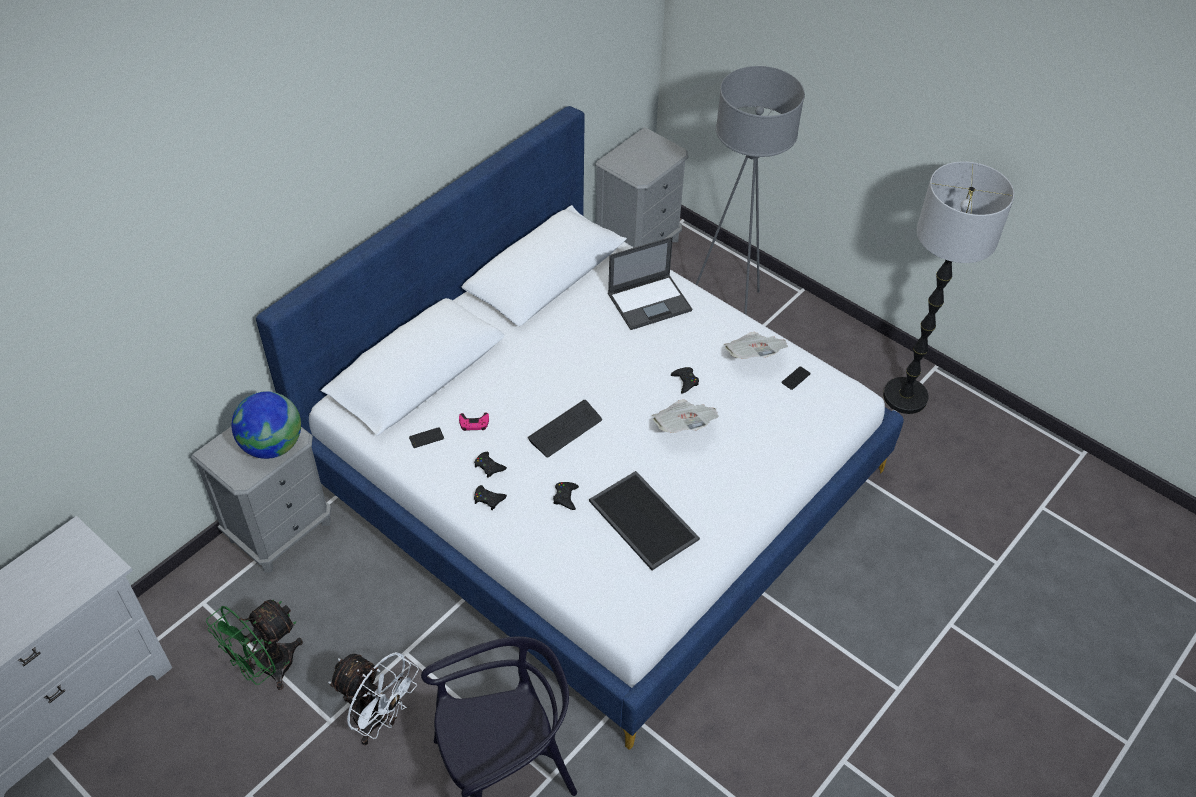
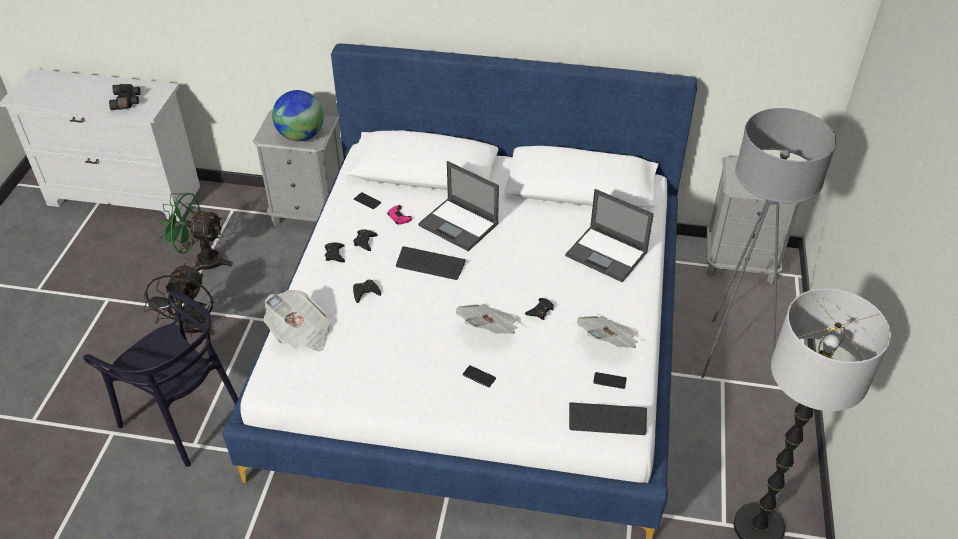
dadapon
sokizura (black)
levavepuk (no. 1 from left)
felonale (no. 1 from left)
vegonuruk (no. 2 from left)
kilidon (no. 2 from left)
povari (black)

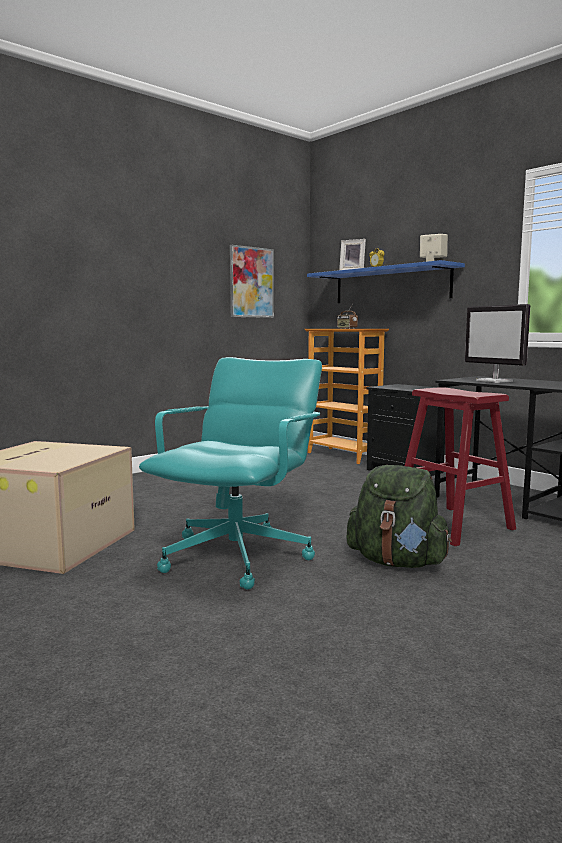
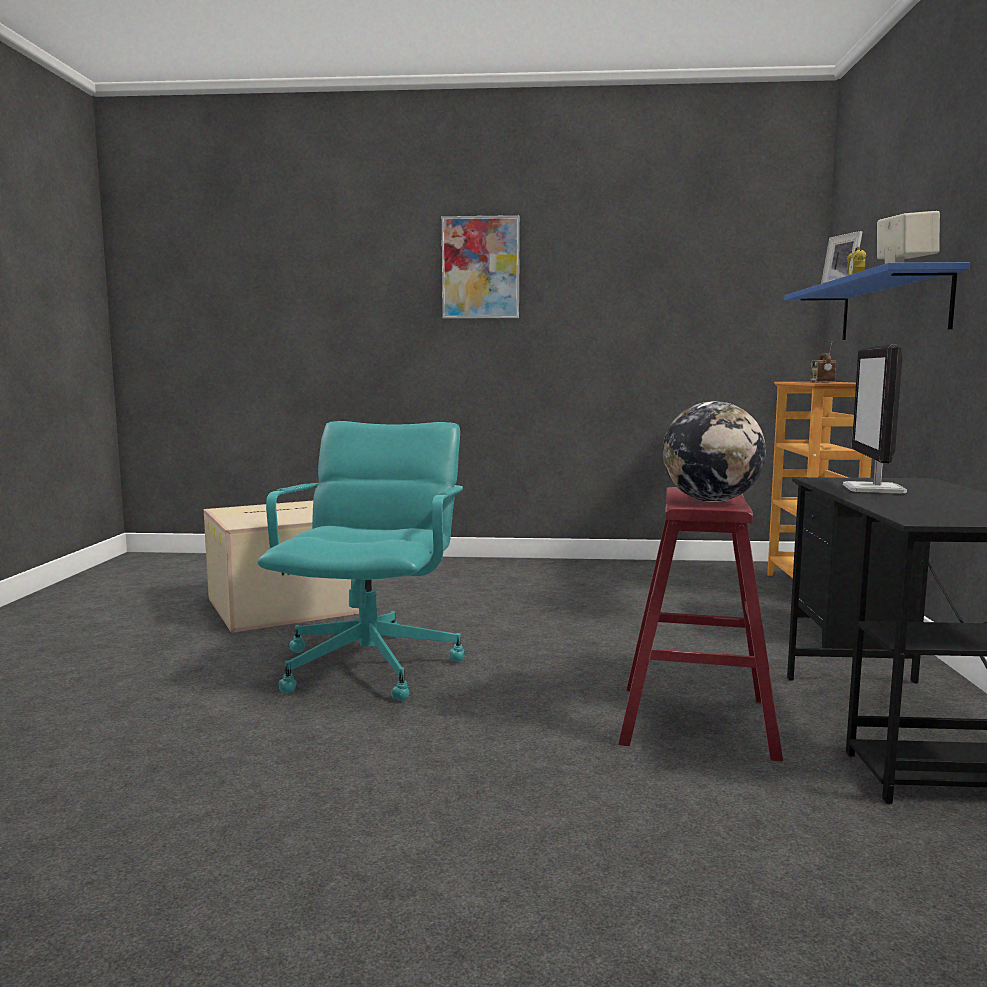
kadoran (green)
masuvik
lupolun
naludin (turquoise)

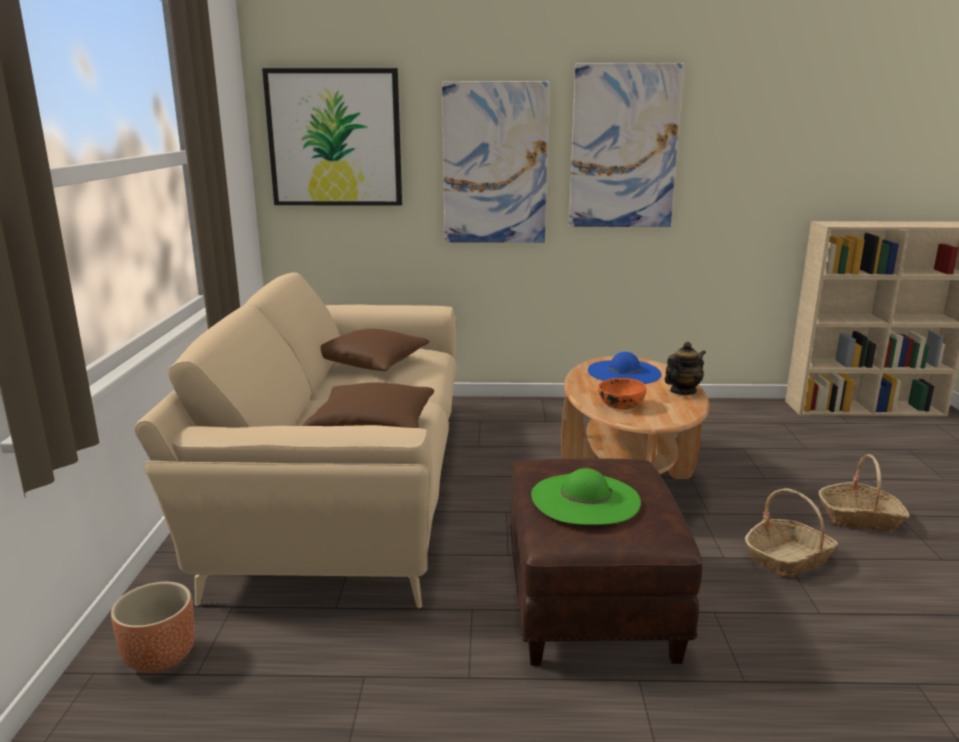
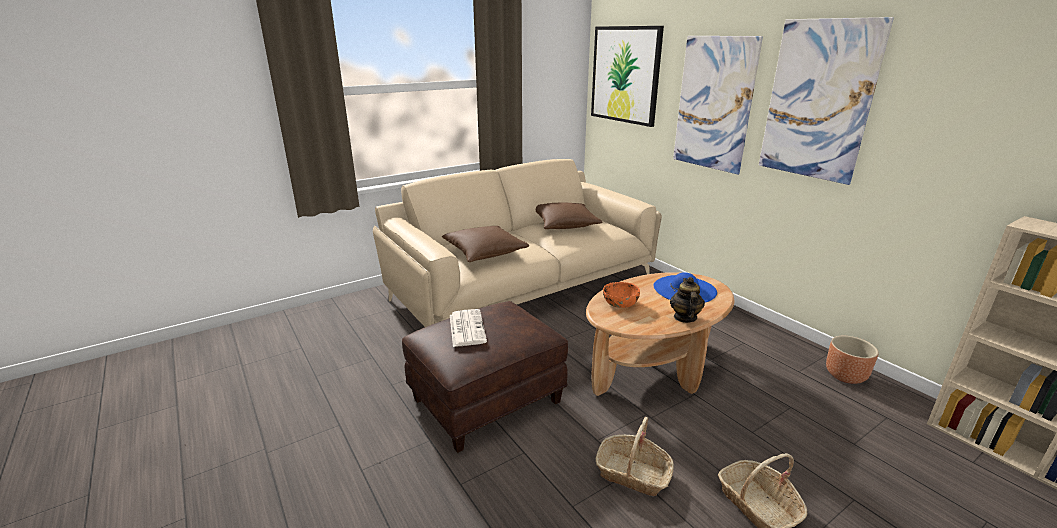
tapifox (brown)
levavepuk
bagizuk

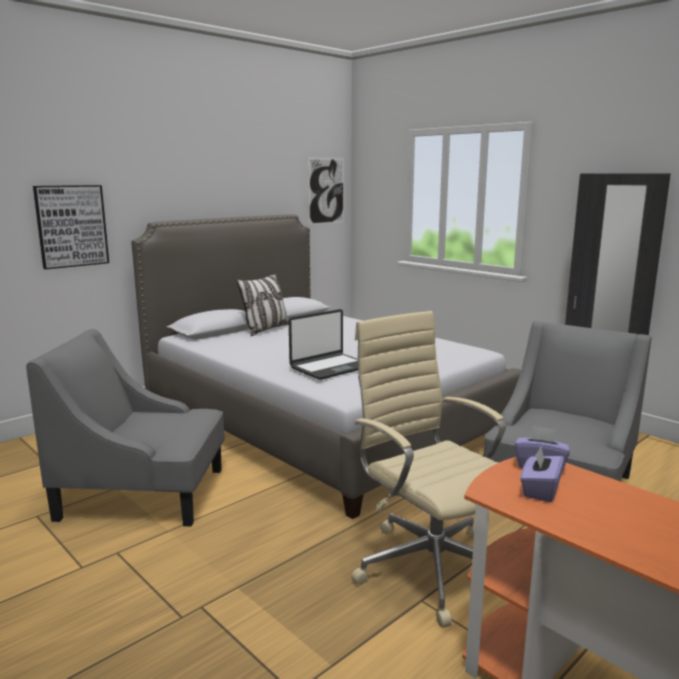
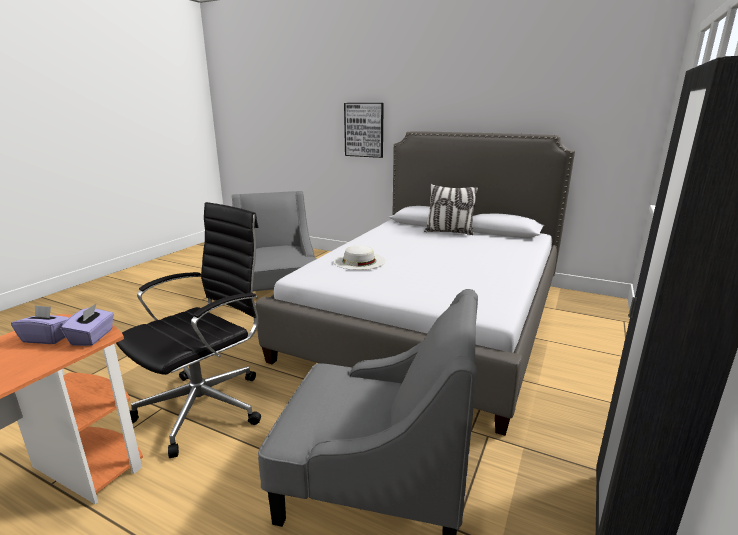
lupolun (no. 2 from left in the first image)
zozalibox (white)
naludin (black)

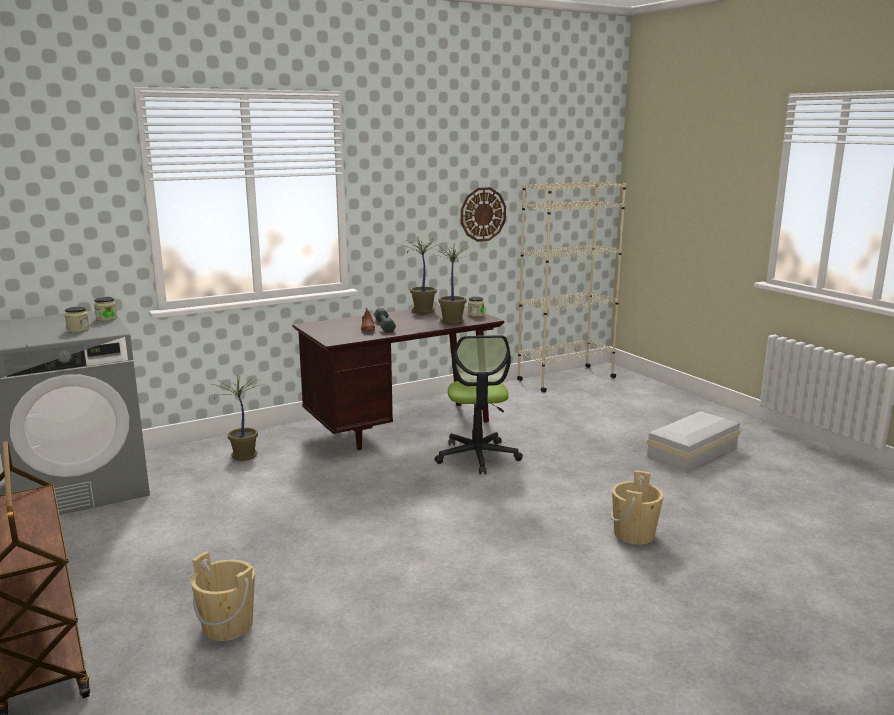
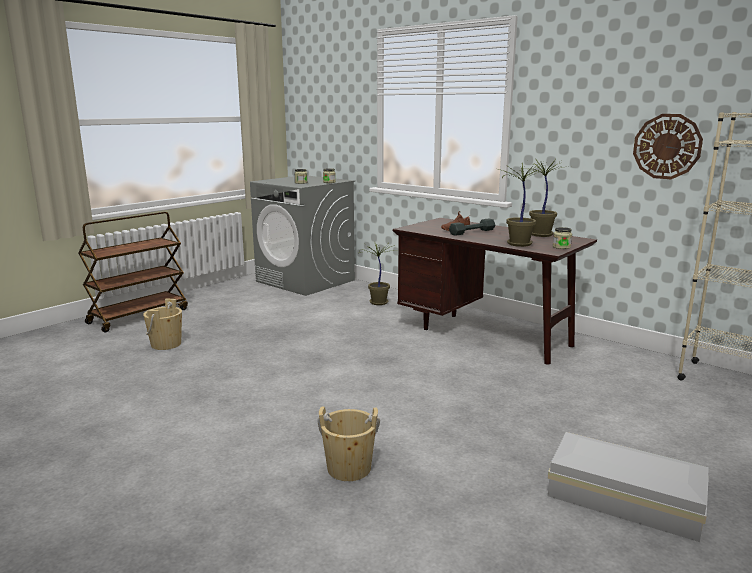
naludin

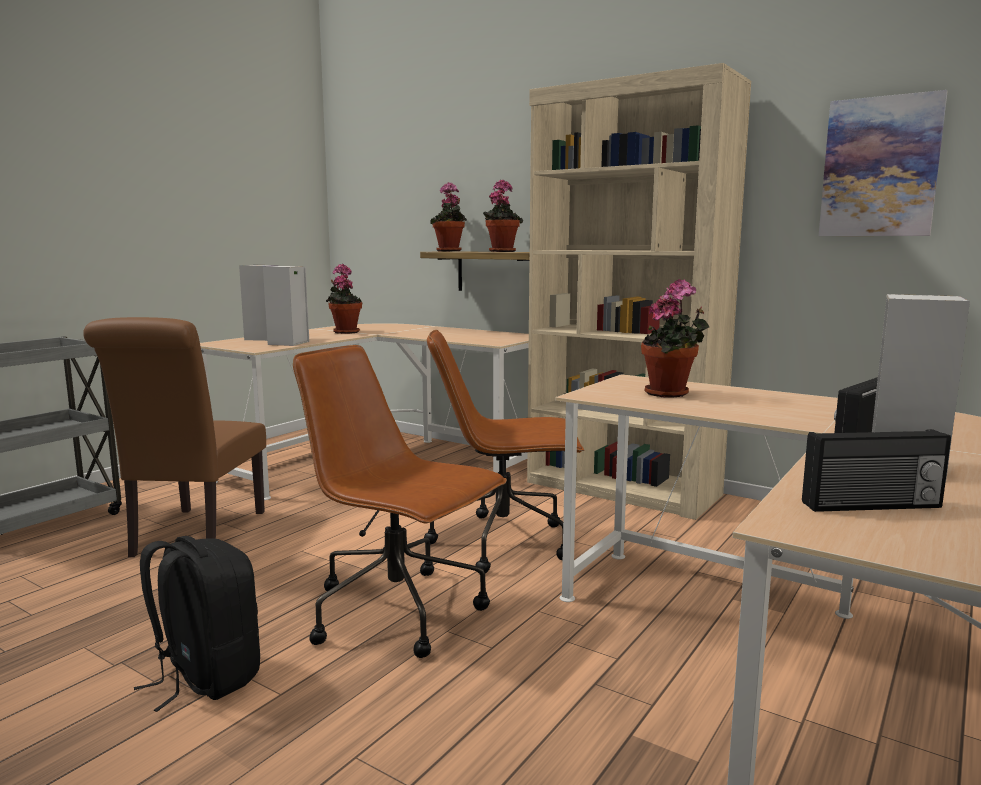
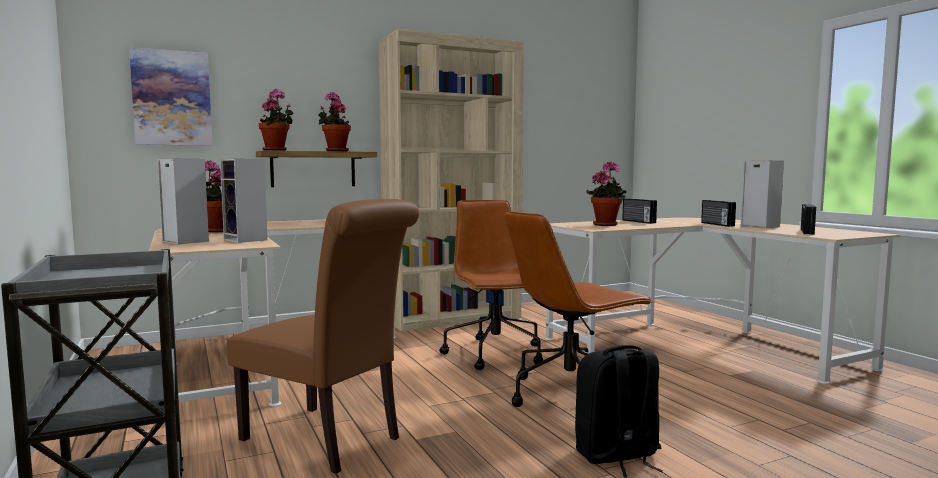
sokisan (no. 1 from left)
lupolun
naludin (brown) (no. 1 from left)

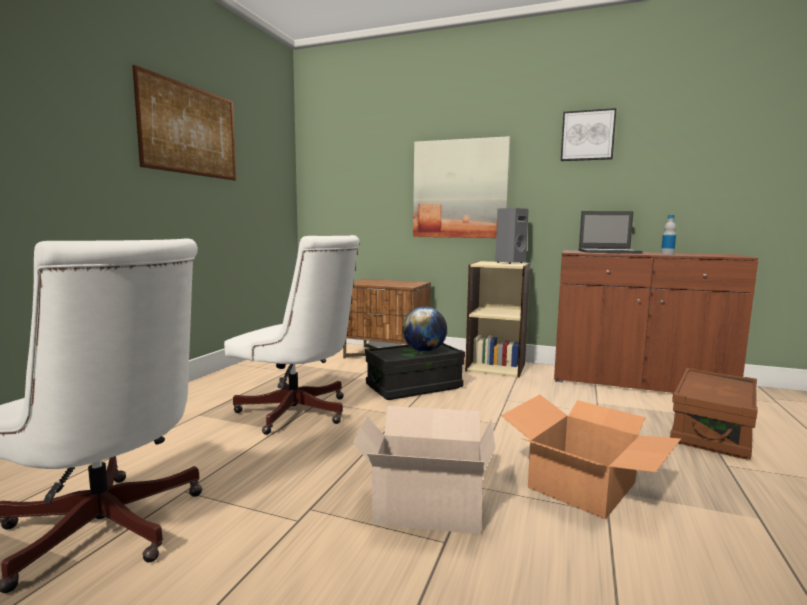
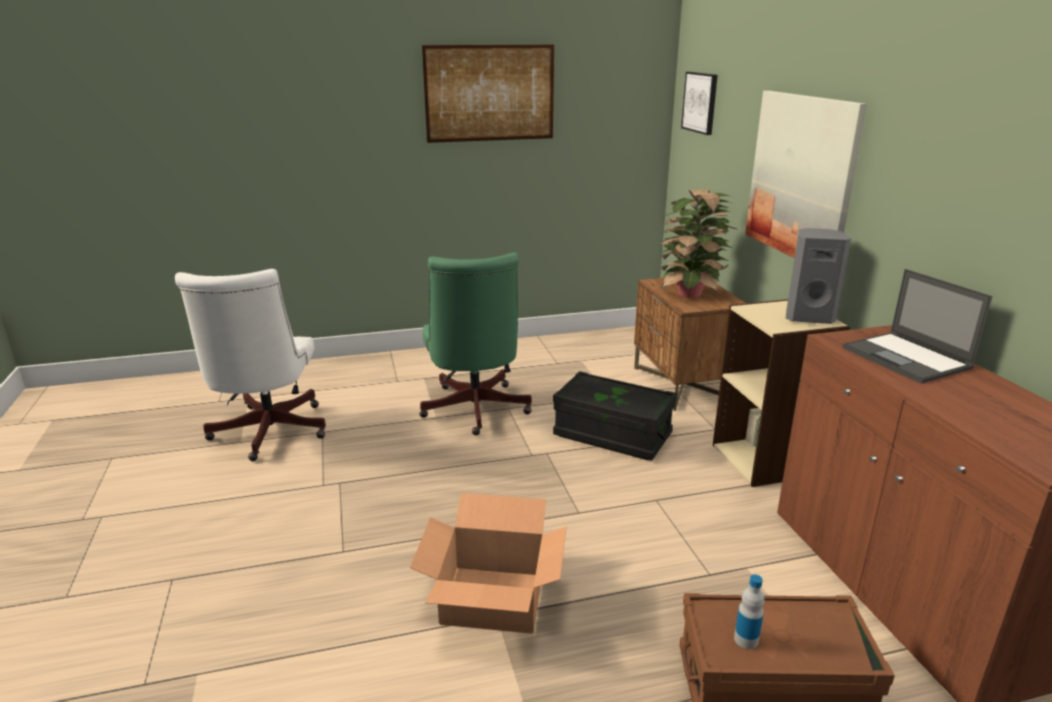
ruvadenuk (no. 1 from left in the first image)
masuvik
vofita
lupolun (no. 2 from left)
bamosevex
naludin (green)

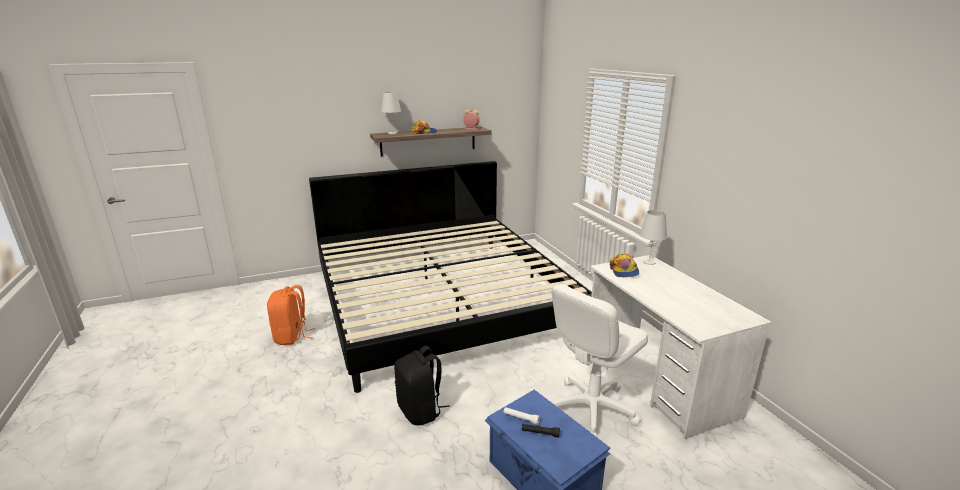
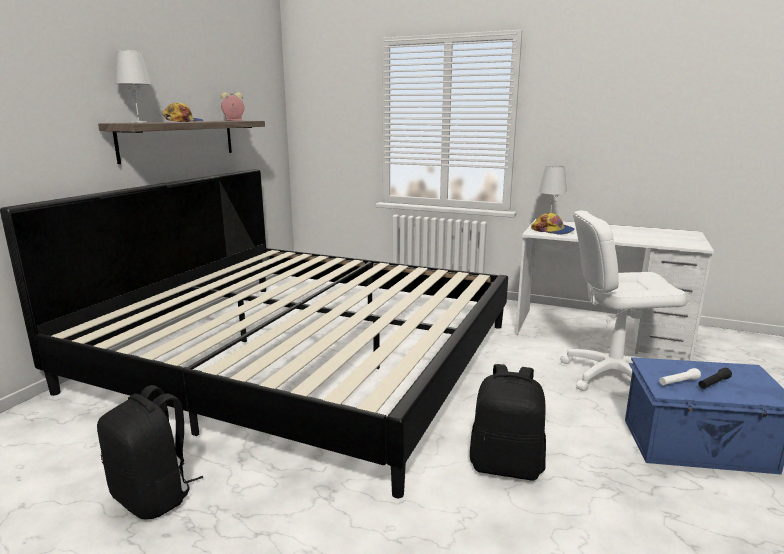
kadoran (black) (no. 1 from left)
naludin (white)

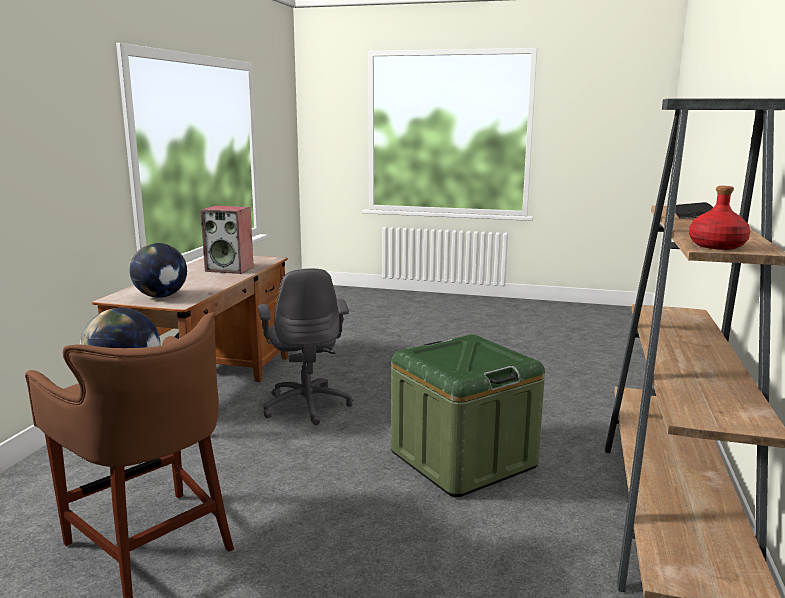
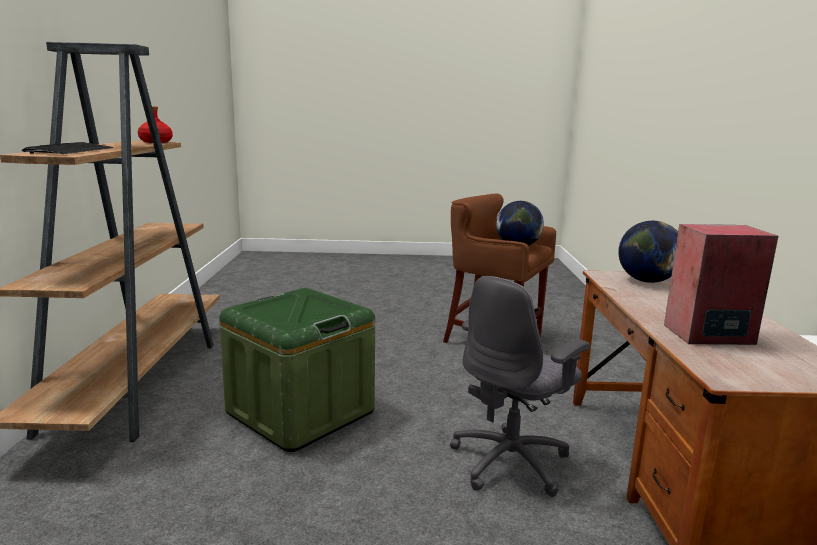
naludin (grey)

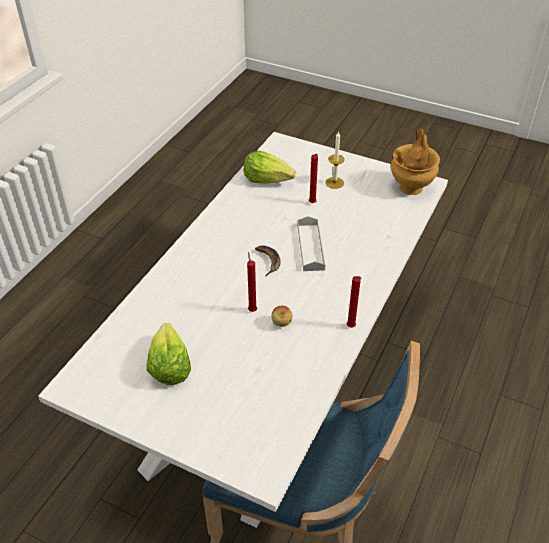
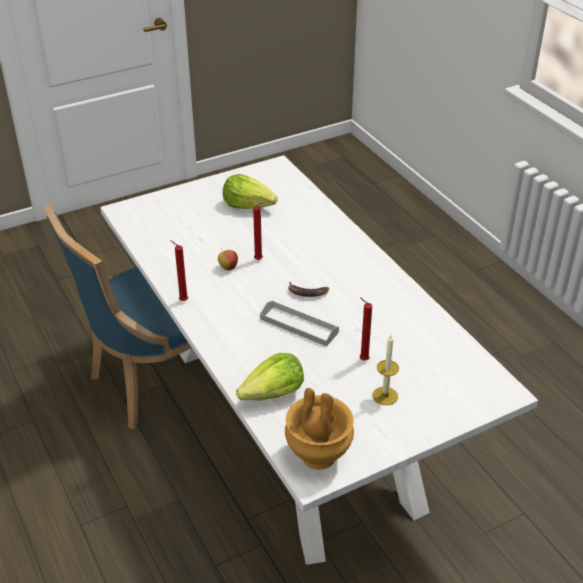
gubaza (no. 2 from left)

